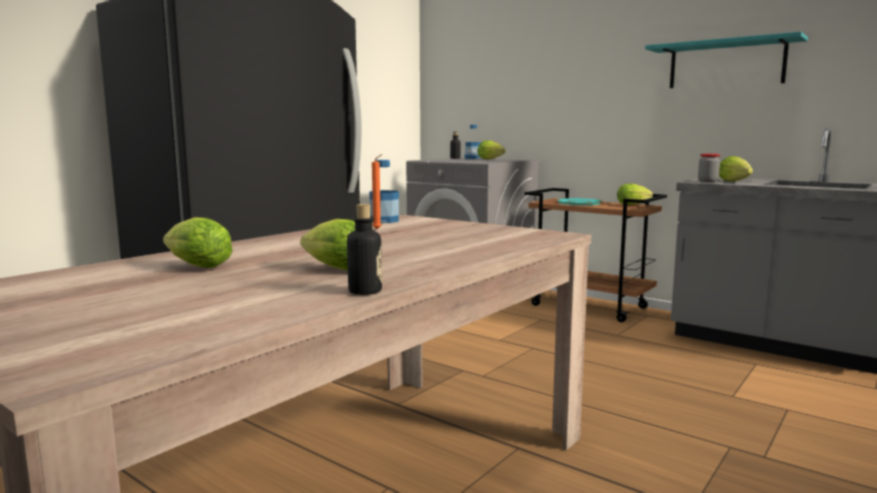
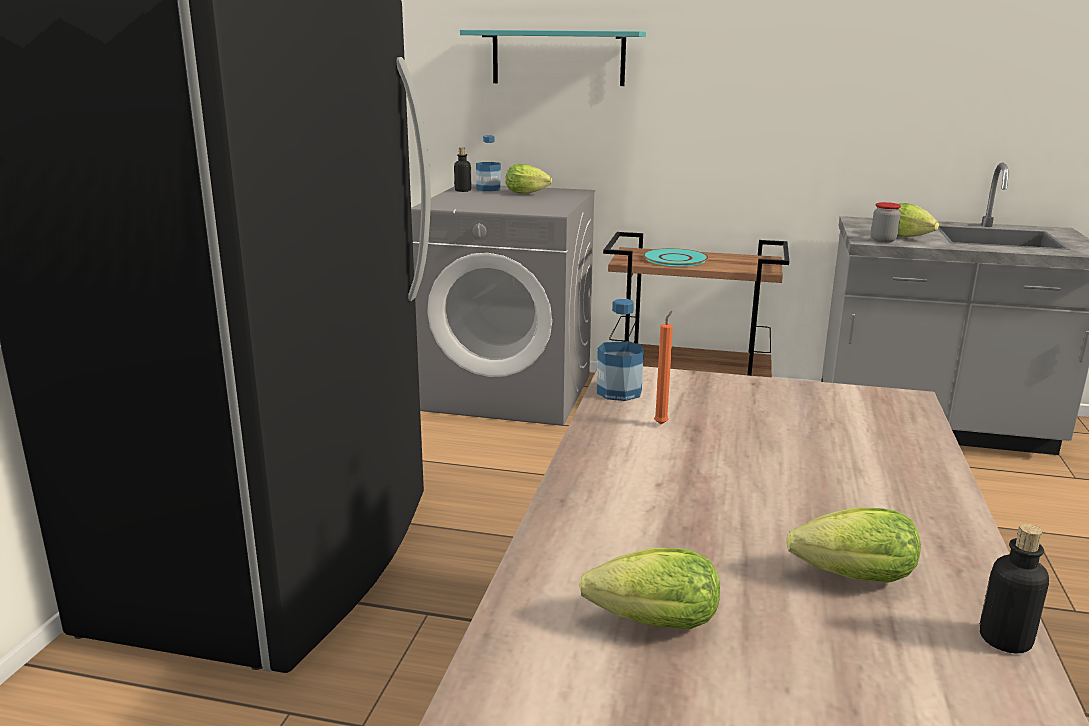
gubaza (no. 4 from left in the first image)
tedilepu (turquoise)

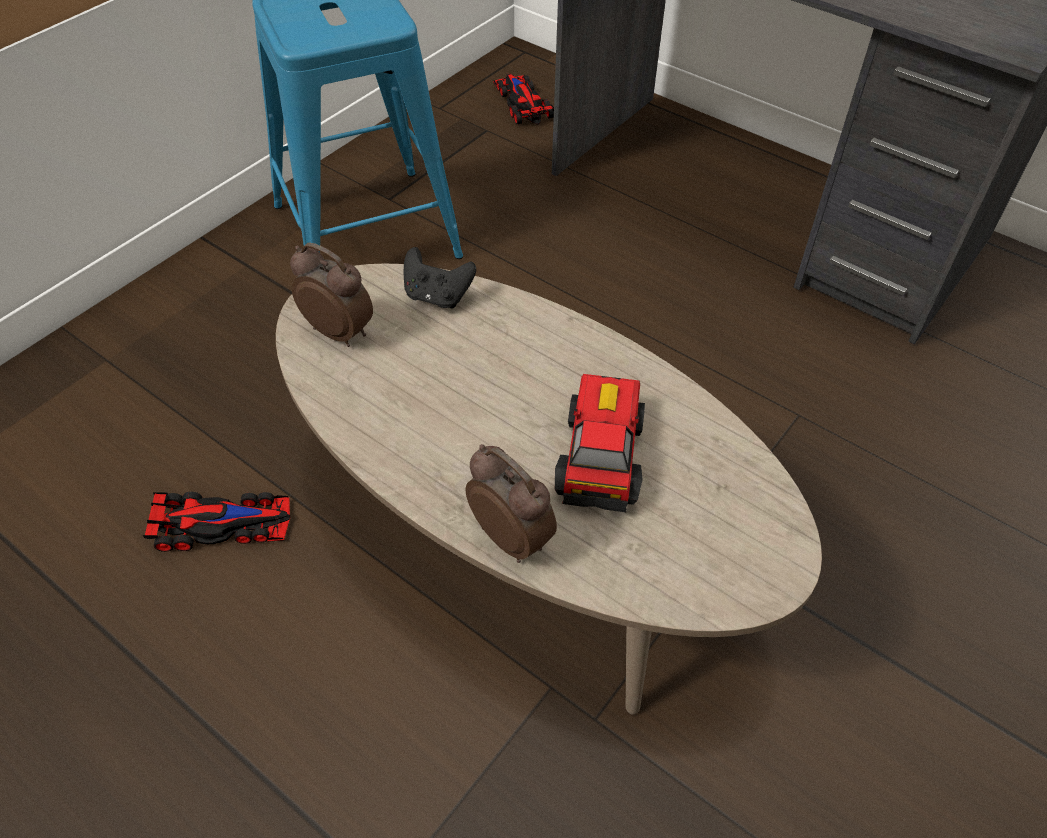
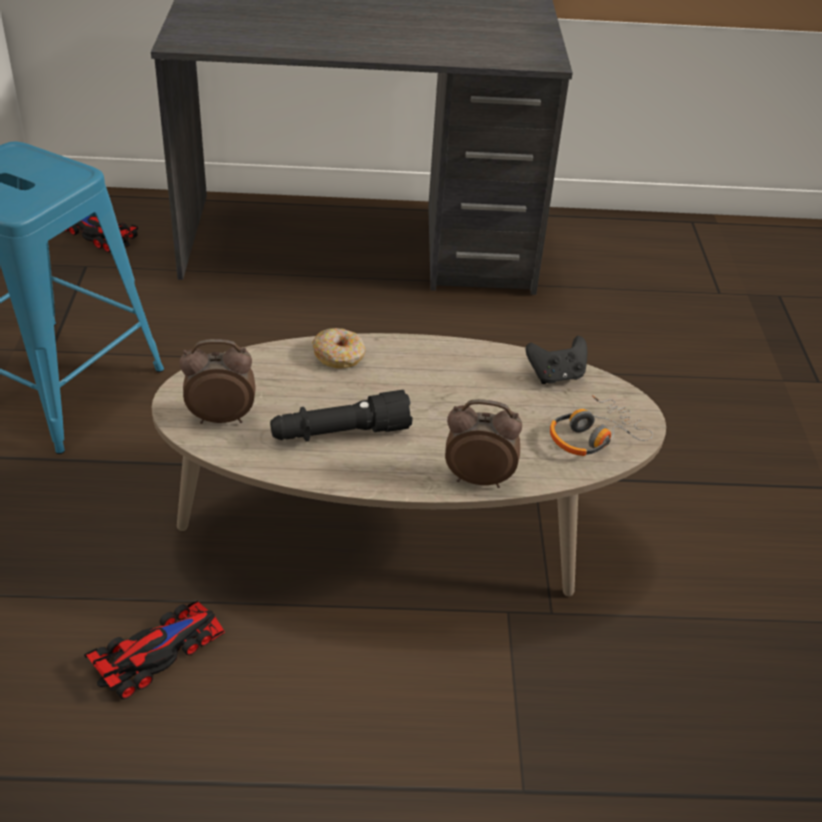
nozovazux (no. 3 from left in the first image)
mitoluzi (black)
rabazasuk
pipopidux
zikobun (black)

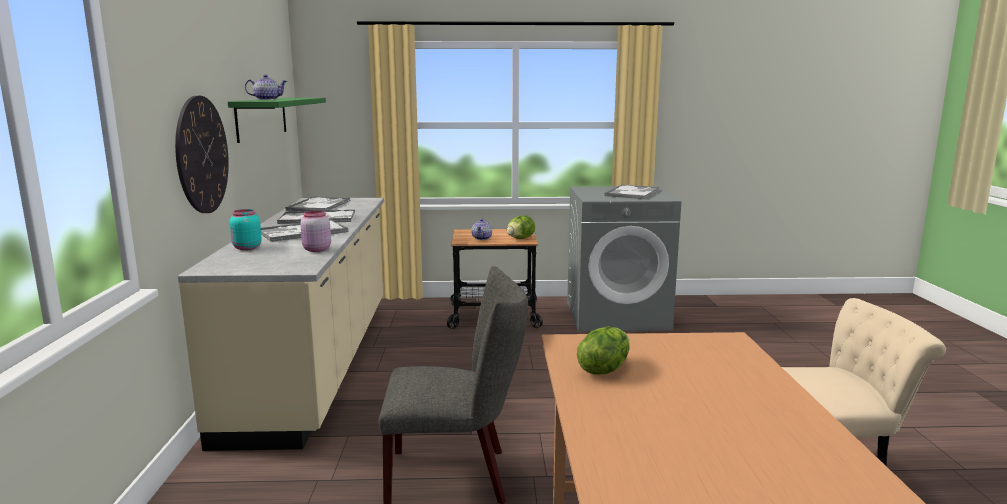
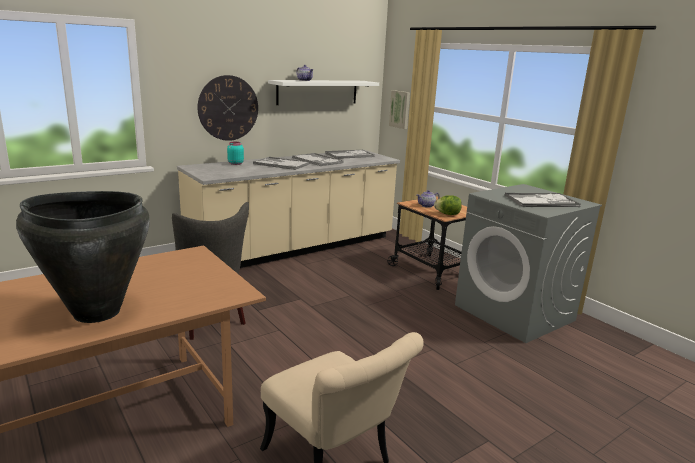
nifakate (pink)
gubaza (no. 2 from left in the first image)
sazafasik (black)
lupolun
tedilepu (white)

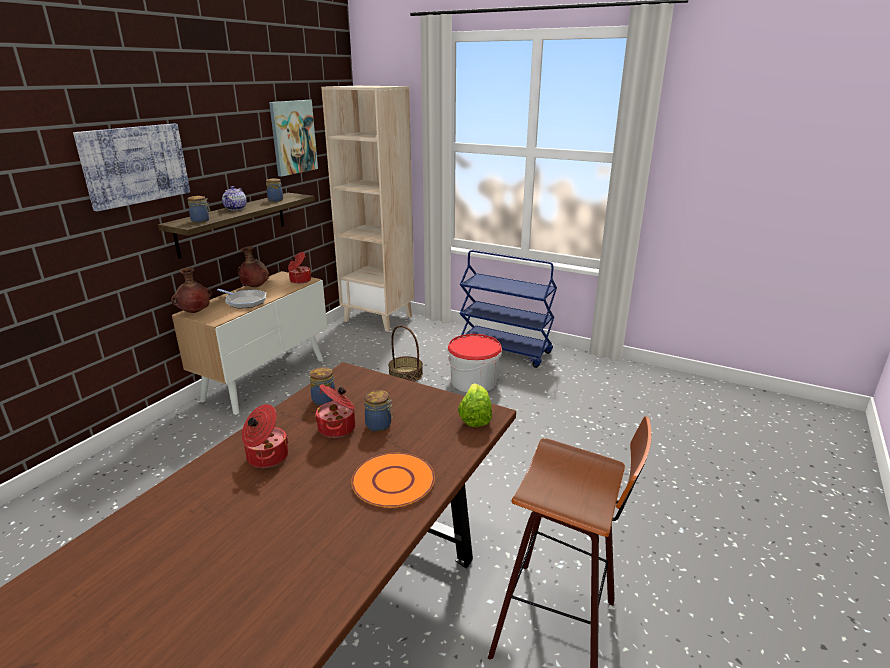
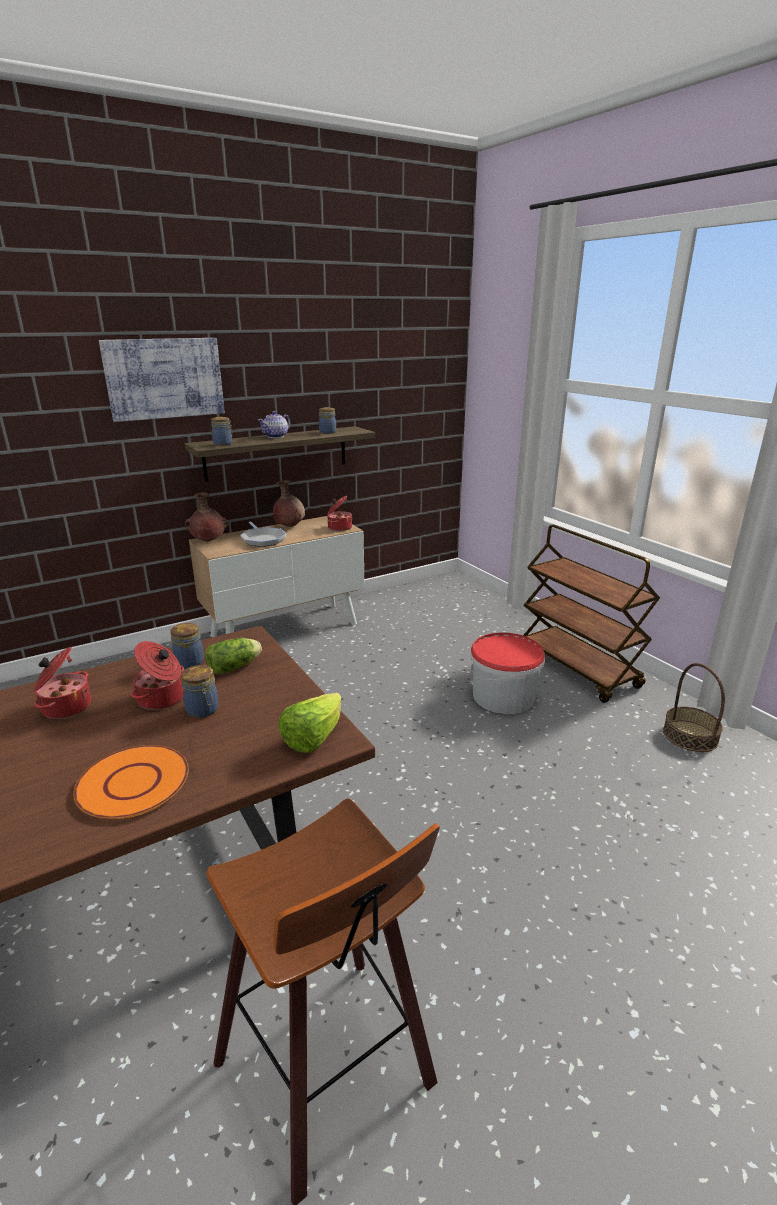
lupolun (no. 2 from left in the first image)
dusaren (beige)
gubaza (no. 1 from left)
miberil
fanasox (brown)

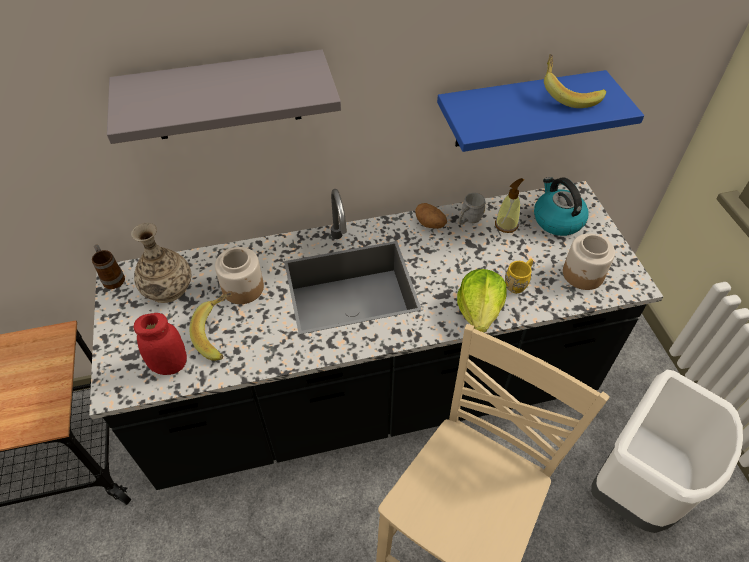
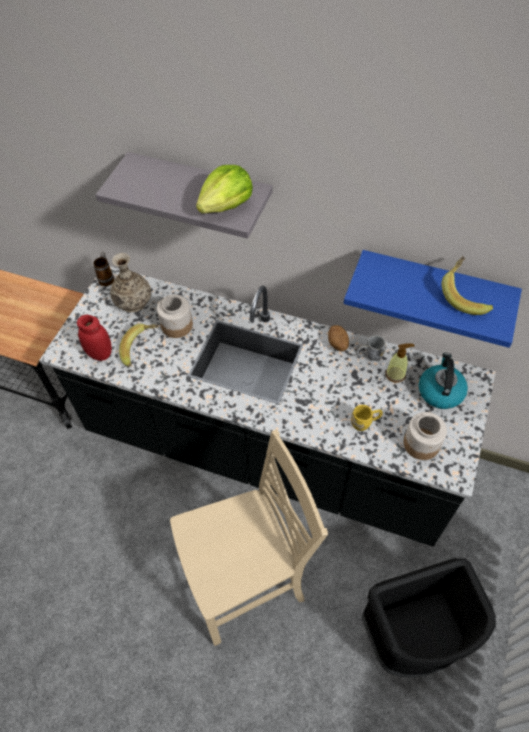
gubaza
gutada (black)

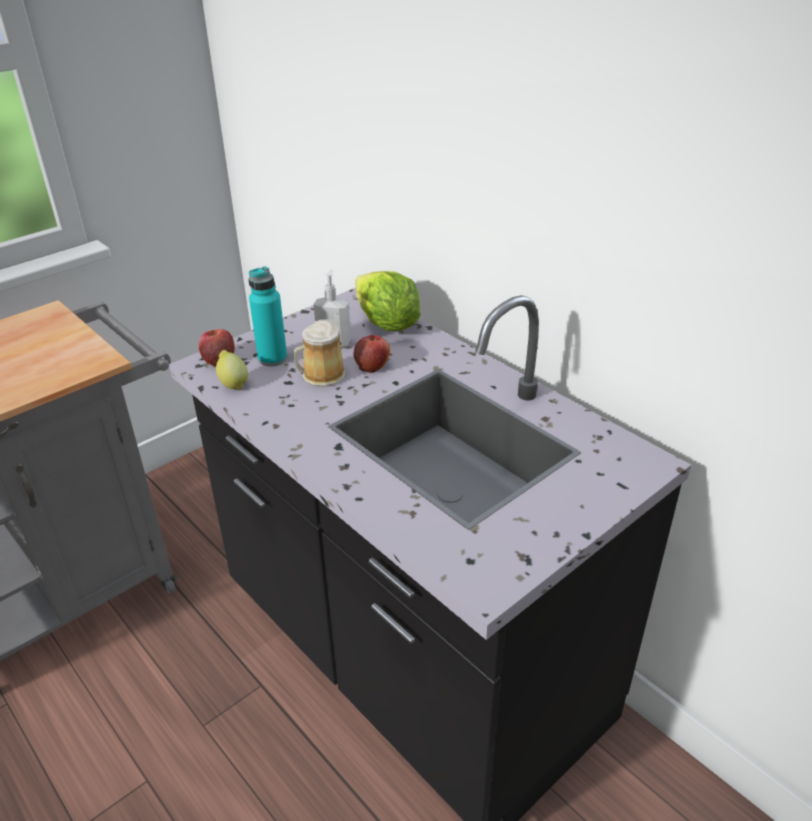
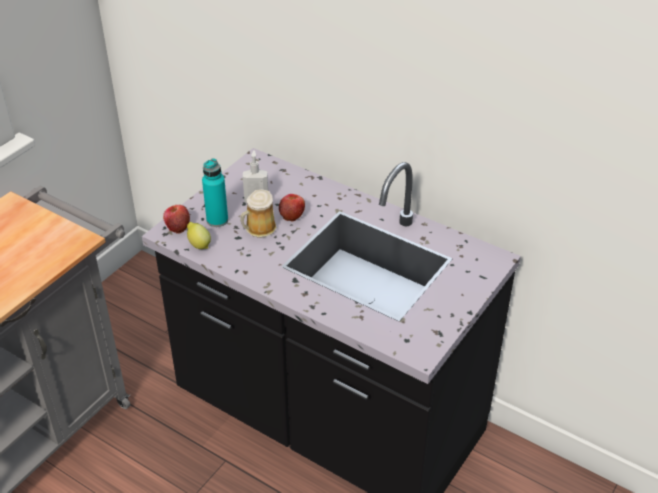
gubaza

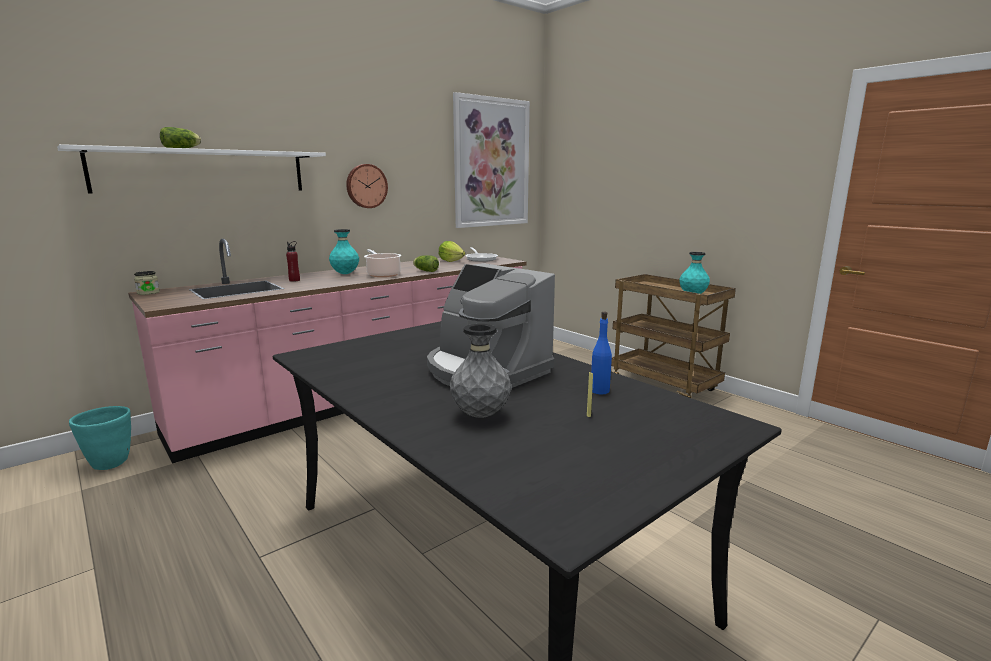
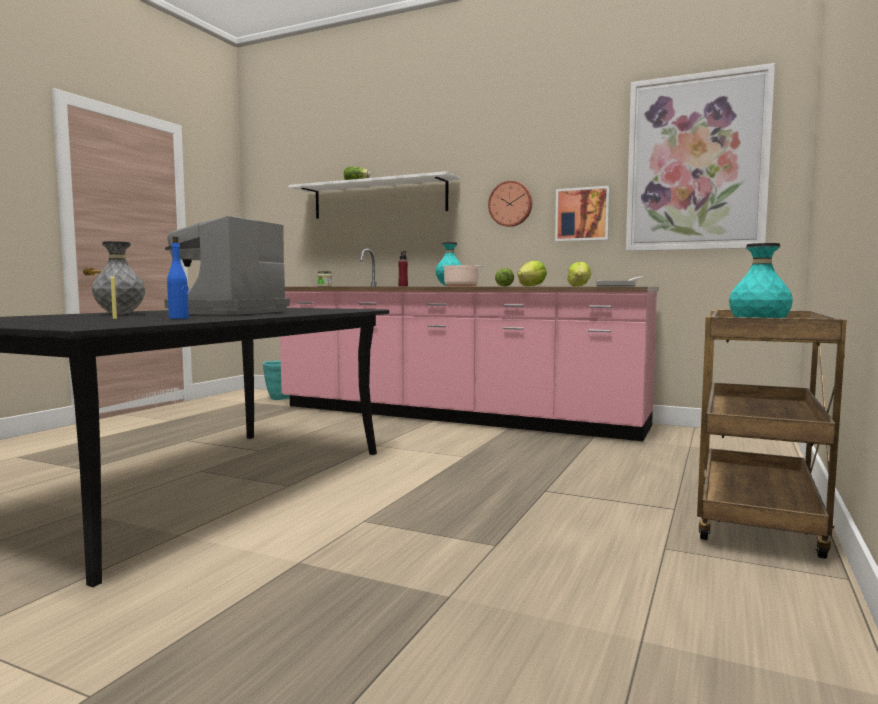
gubaza (no. 3 from left)
lupolun (no. 1 from left)

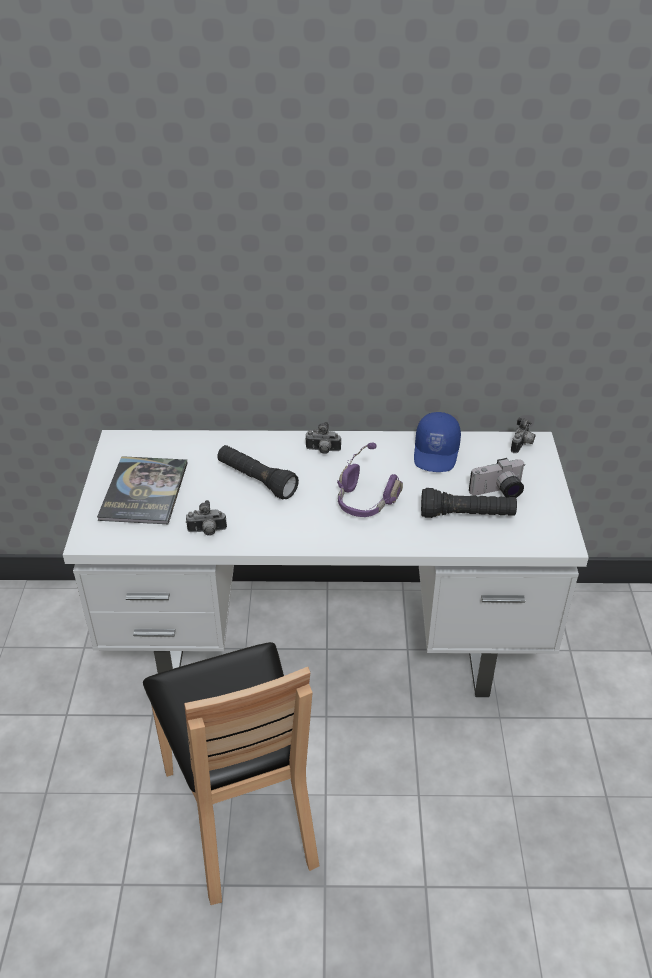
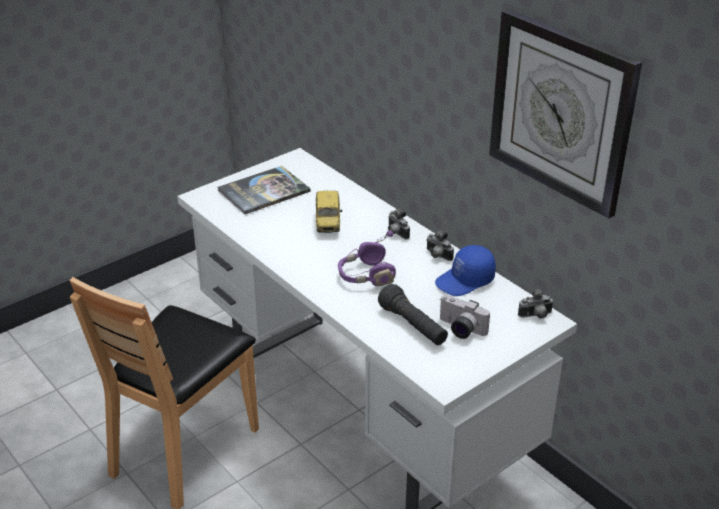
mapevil
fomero (no. 2 from left)
nozovazux

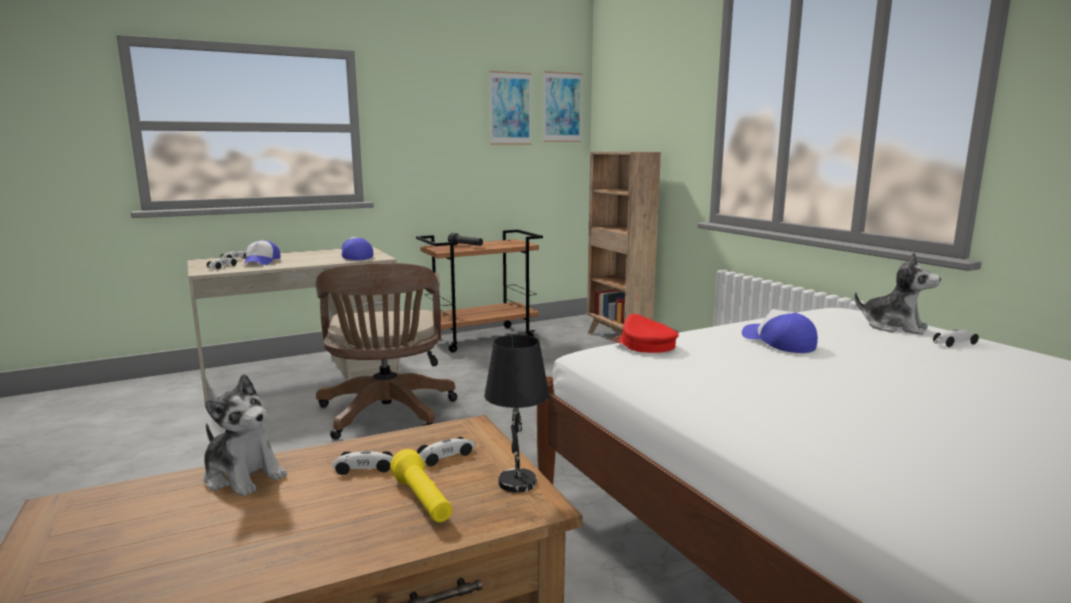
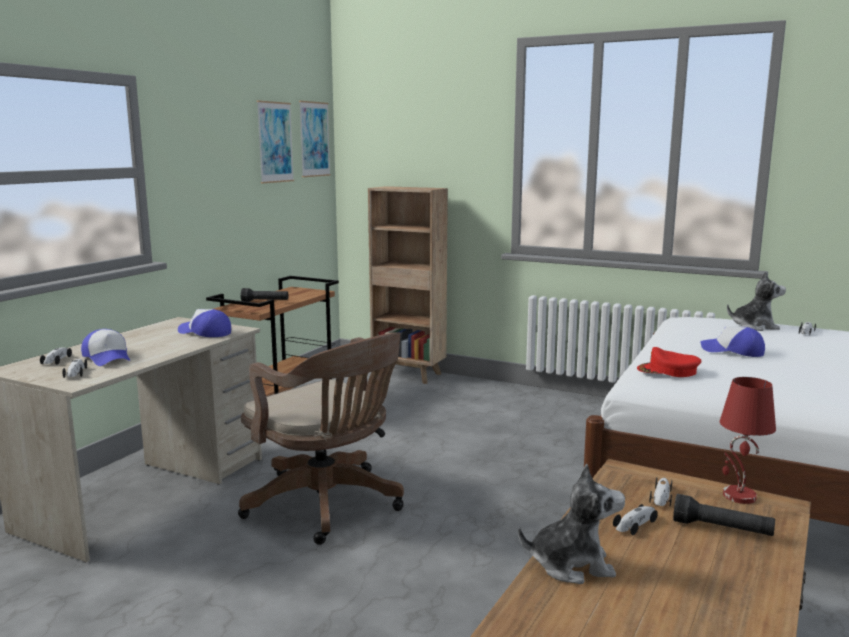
mitoluzi (black) (no. 2 from left)
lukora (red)

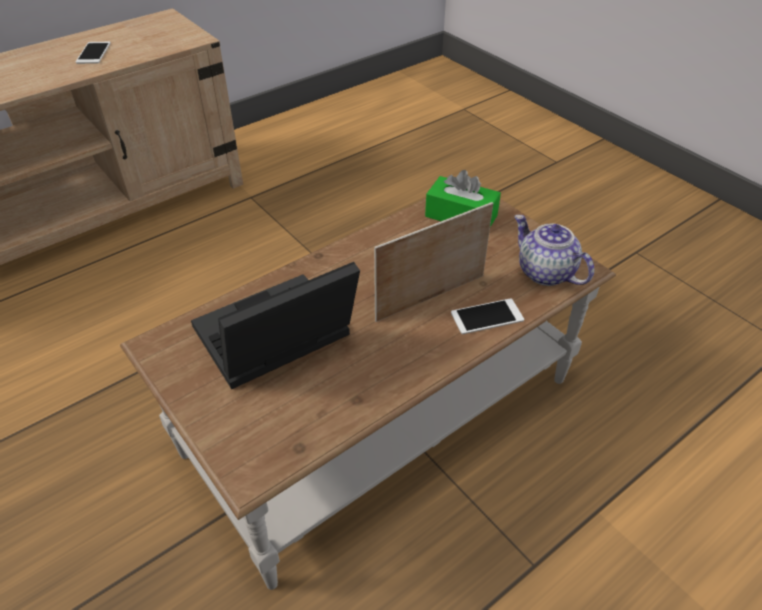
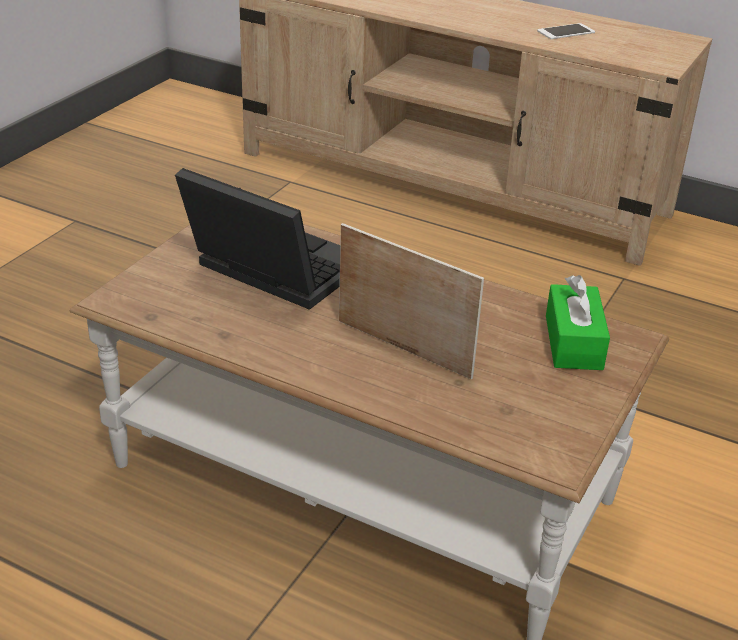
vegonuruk (no. 2 from left in the first image)
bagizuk

